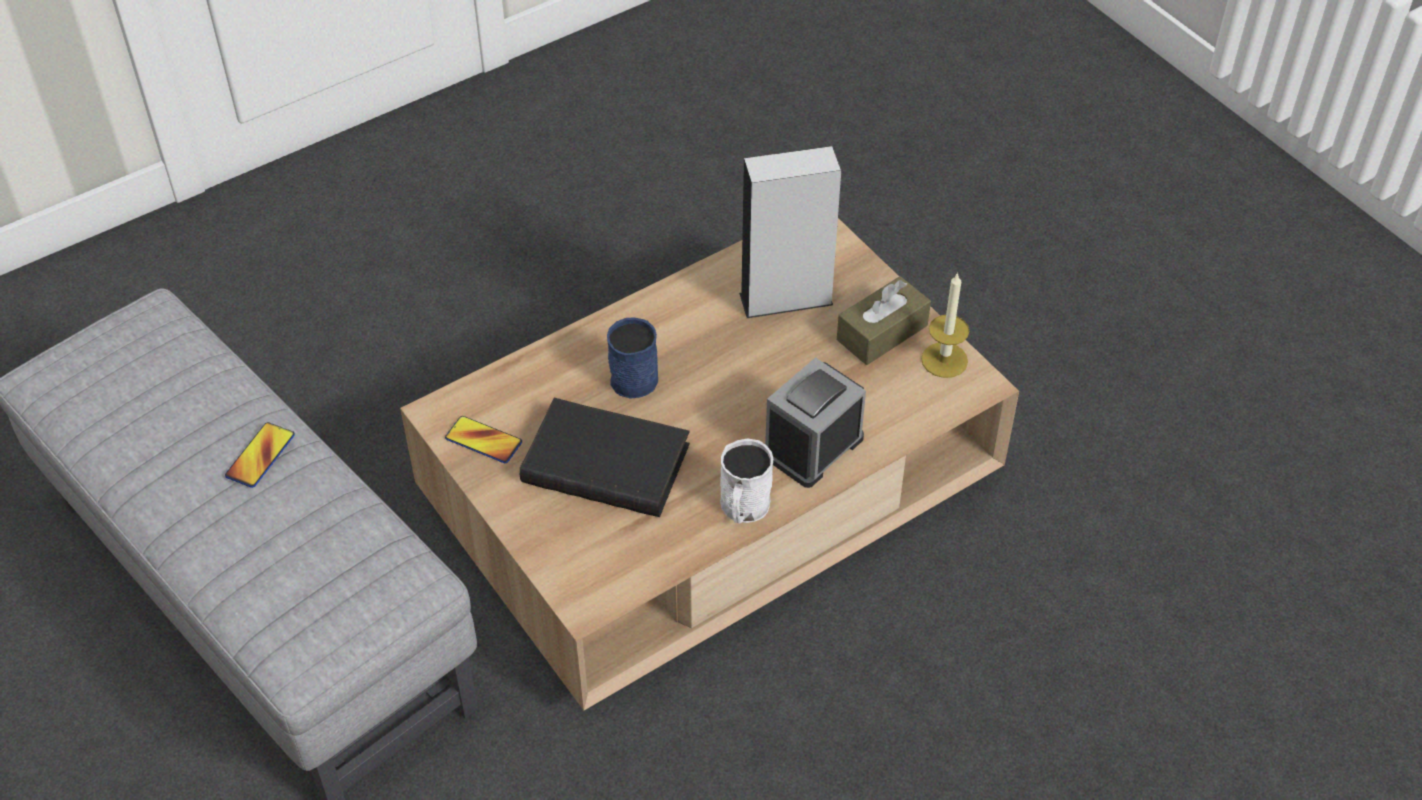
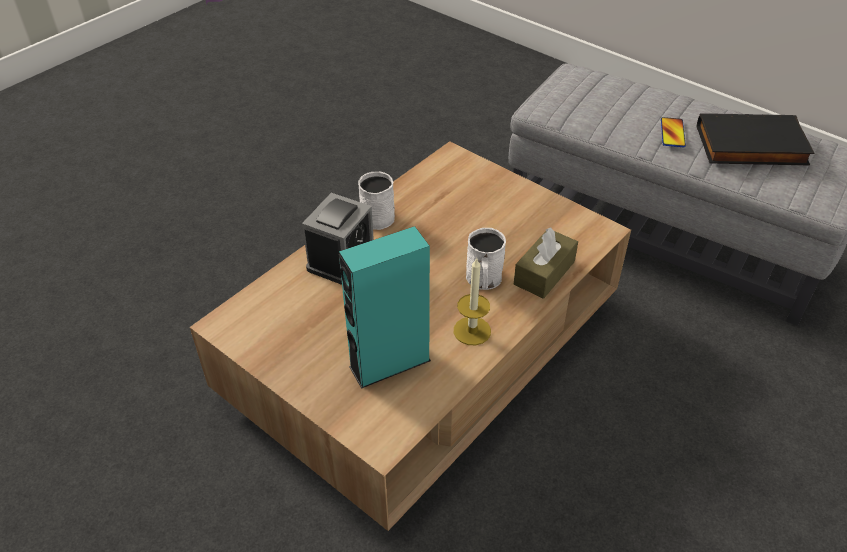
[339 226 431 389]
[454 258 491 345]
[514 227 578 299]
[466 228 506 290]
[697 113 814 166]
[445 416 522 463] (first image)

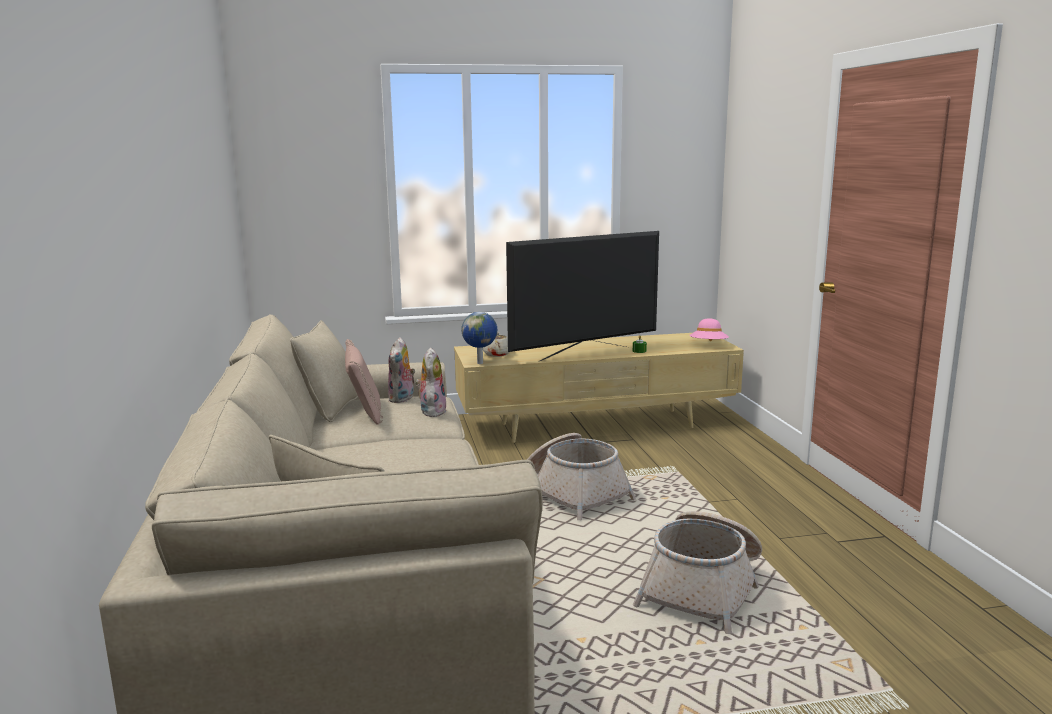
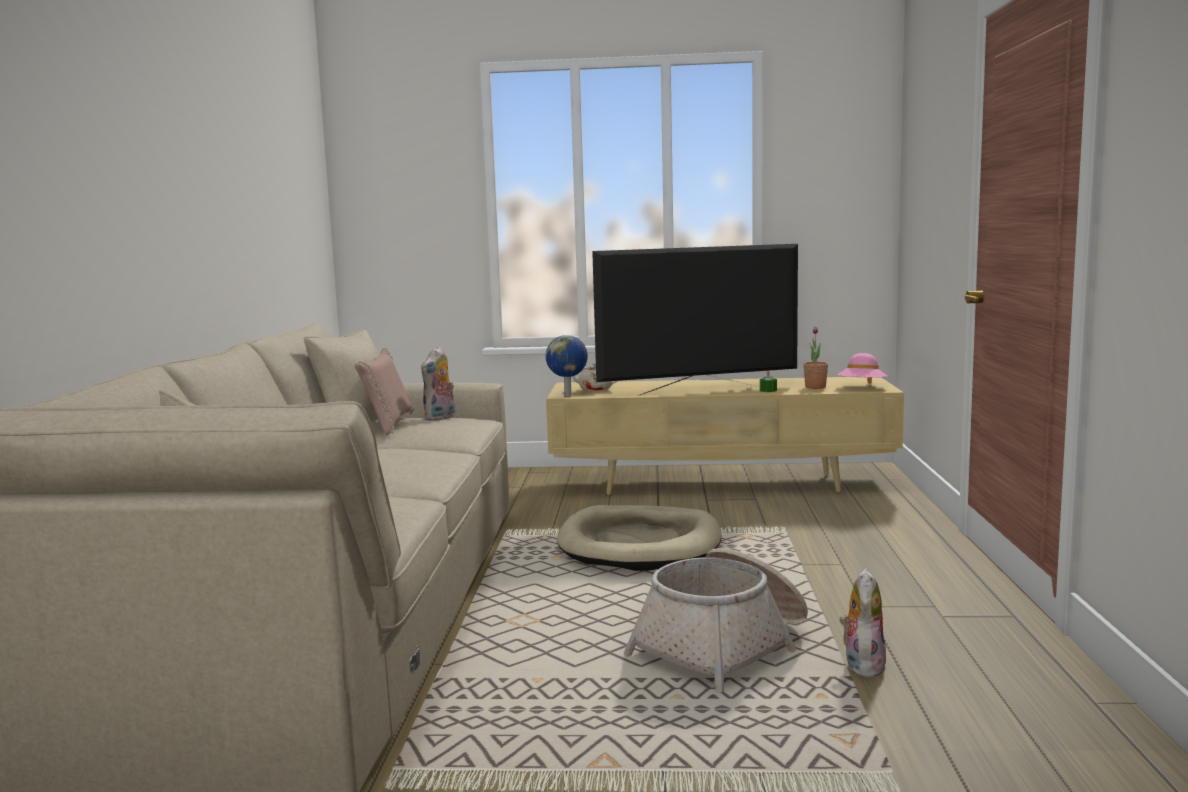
[840 568 886 678]
[557 505 722 571]
[803 327 828 389]

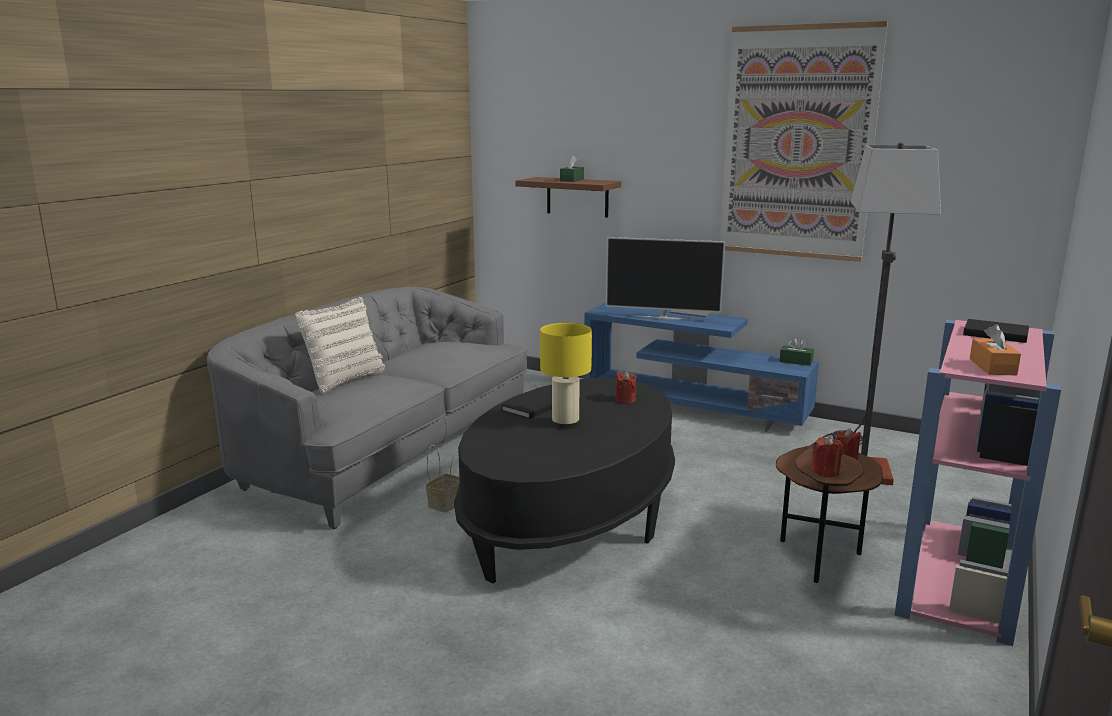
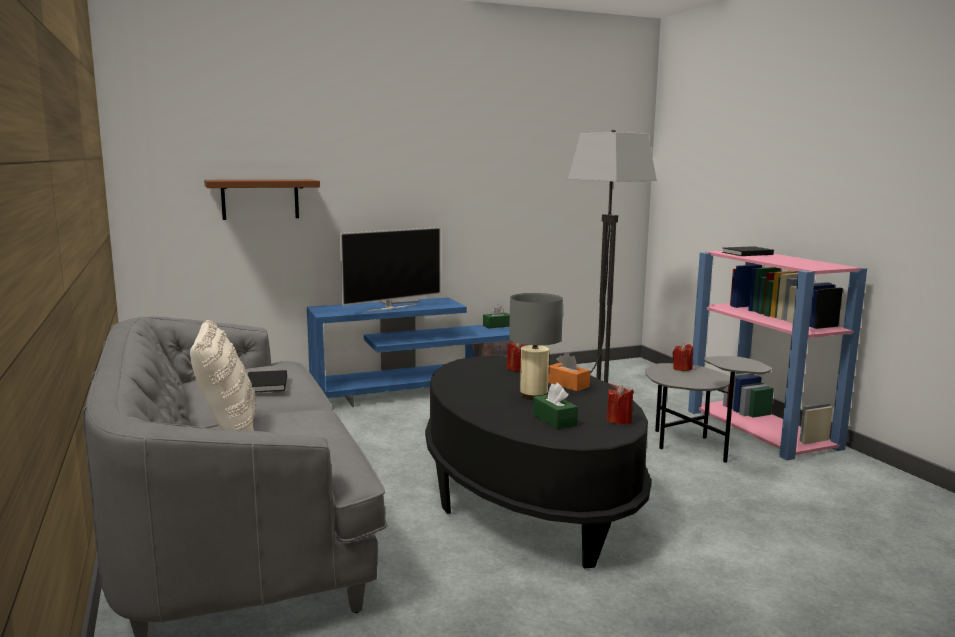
[720 21 888 262] (first image)
[533 383 578 429]
[509 293 563 400]
[548 352 590 391]
[248 370 287 392]
[607 385 634 425]
[426 445 460 513] (first image)
[645 356 772 463]

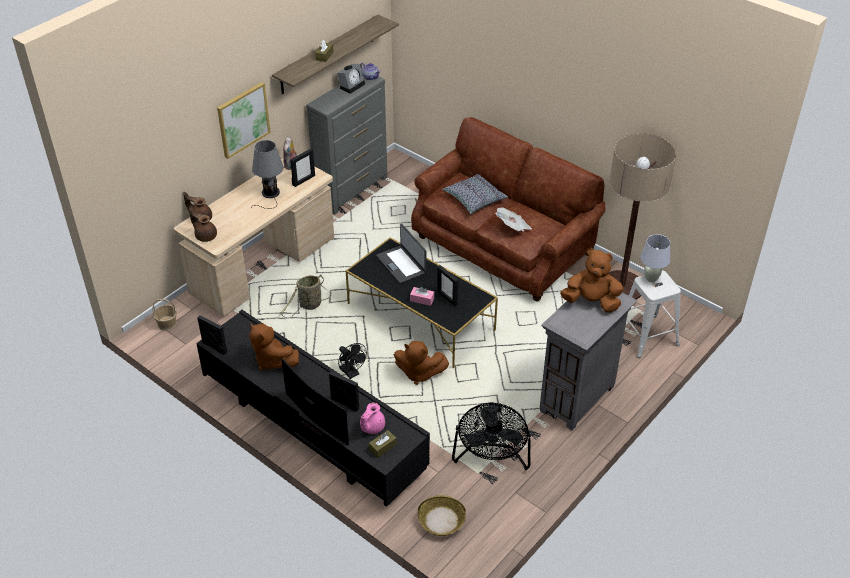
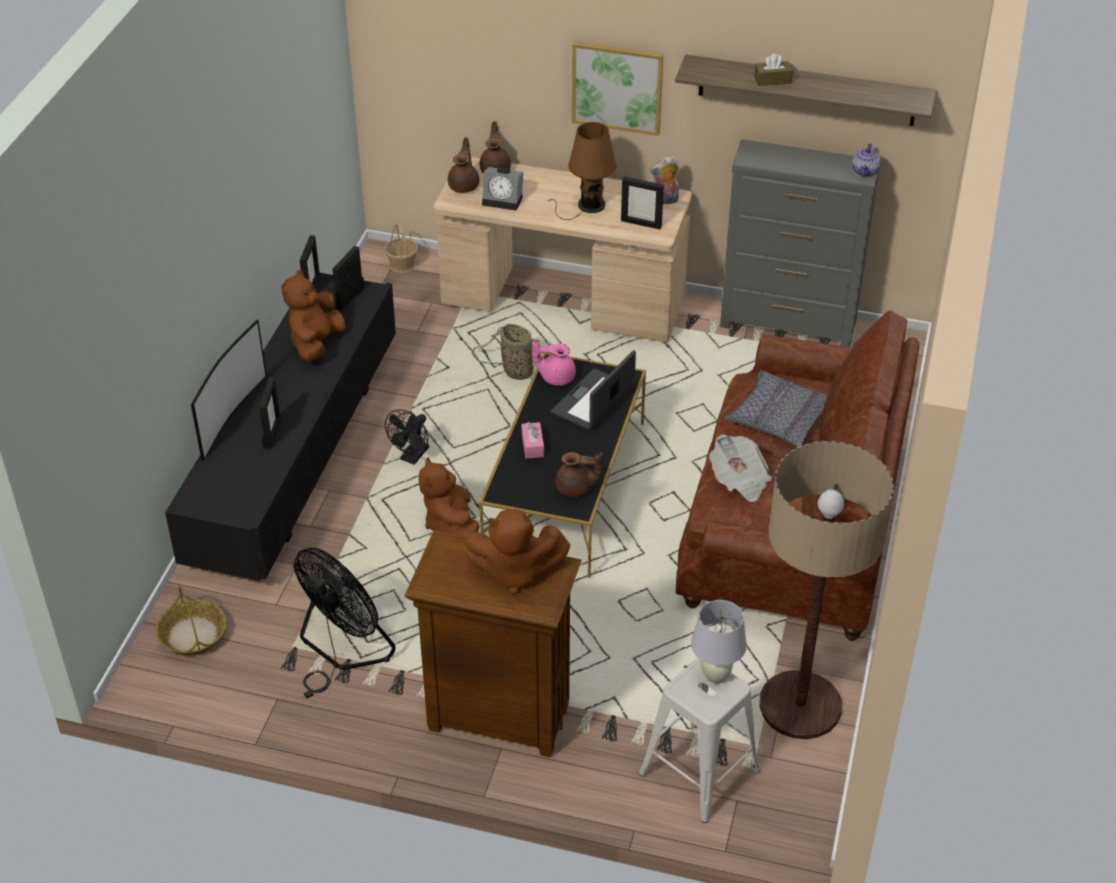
[482 167 523 211]
[548 122 617 220]
[464 509 570 594]
[332 246 365 311]
[404 530 581 758]
[293 548 396 699]
[532 341 576 386]
[369 430 397 458] (first image)
[556 452 602 497]

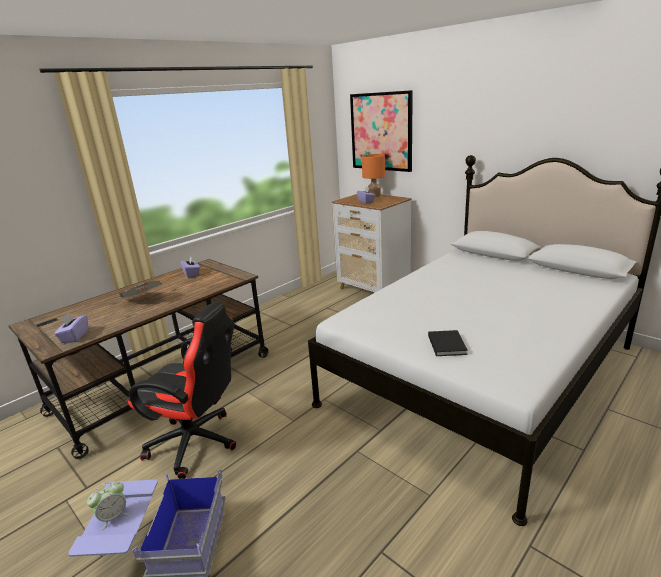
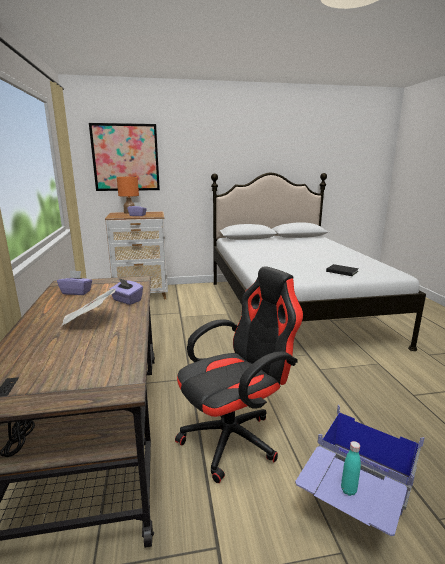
[109 278 143 305]
[341 441 361 496]

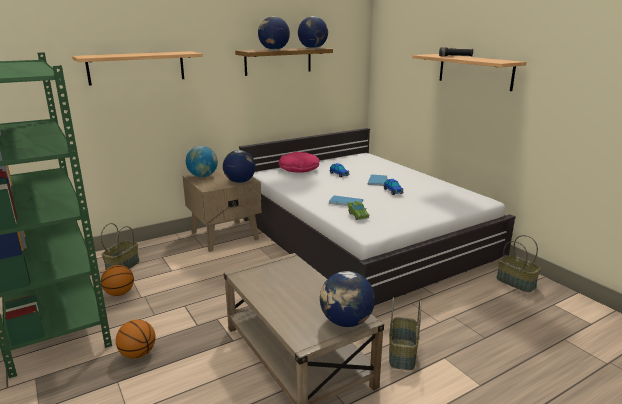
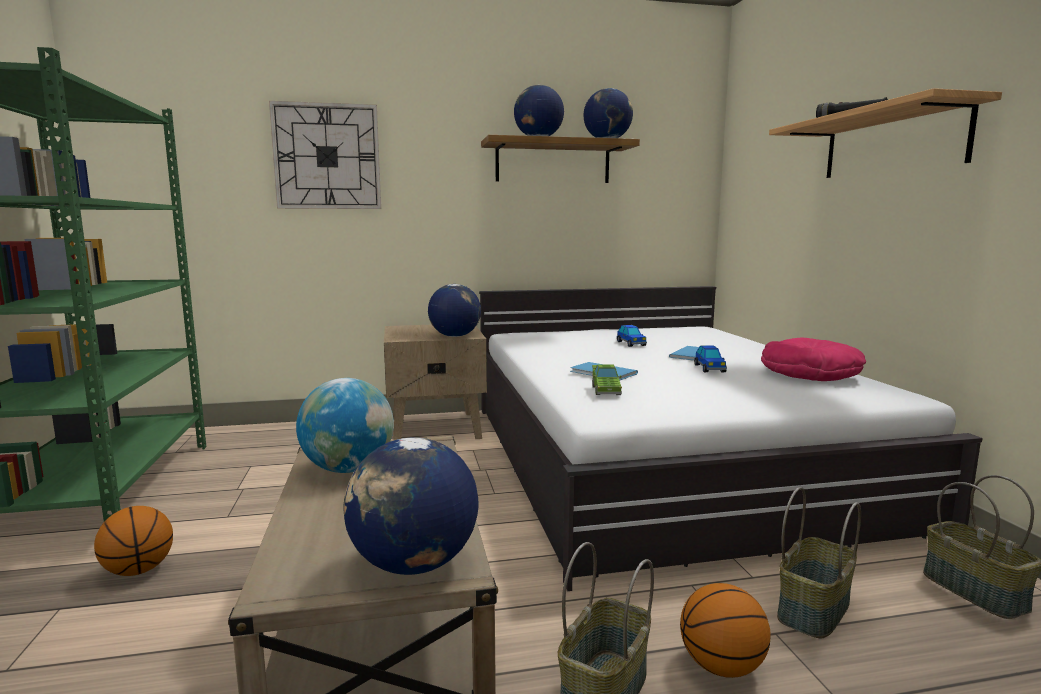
[269 101 381 209]
[296 378 394 473]
[761 338 866 381]
[777 487 861 638]
[680 583 771 678]

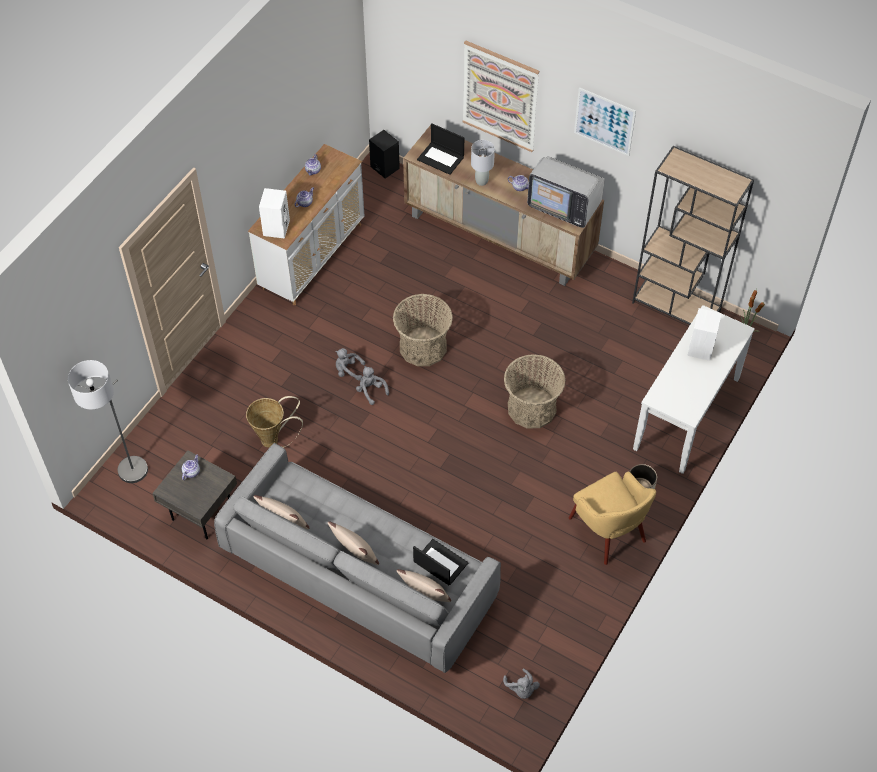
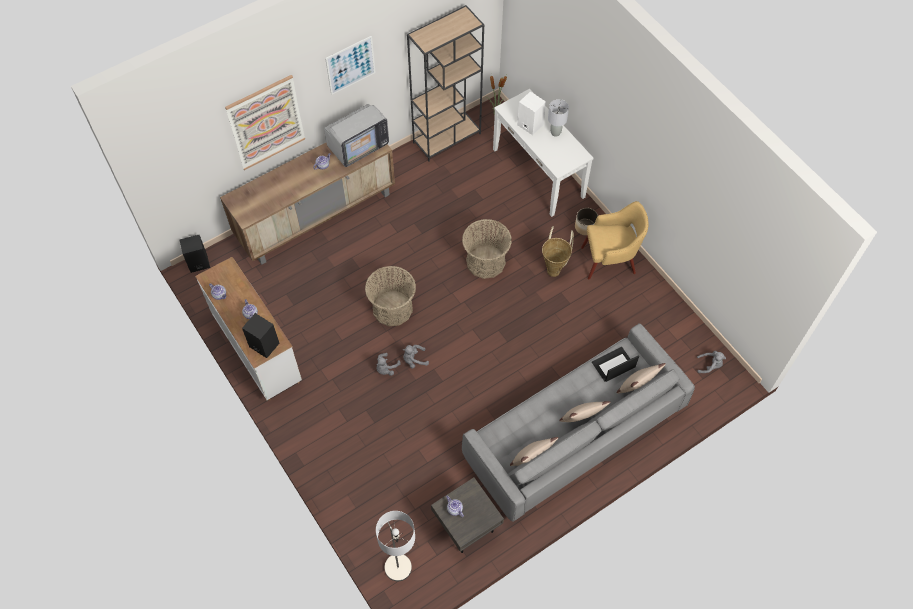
[417 123 464 175] (first image)
[548 99 569 137]
[242 313 279 358]
[542 226 574 277]

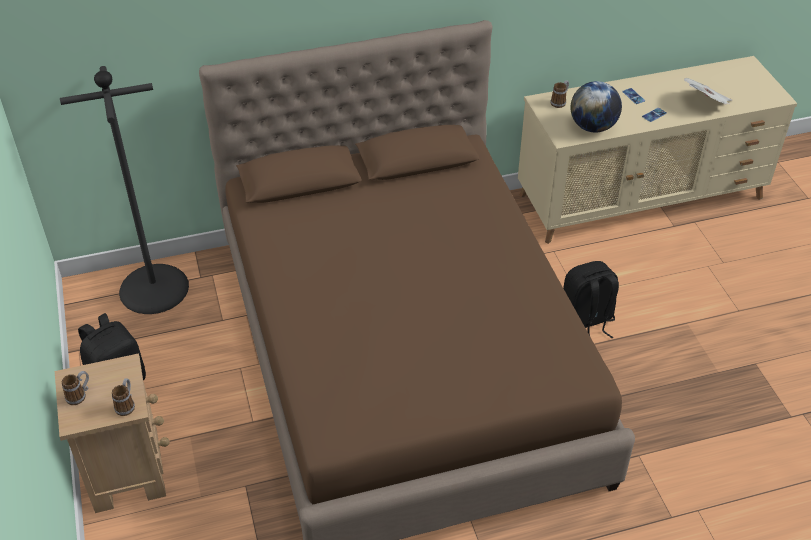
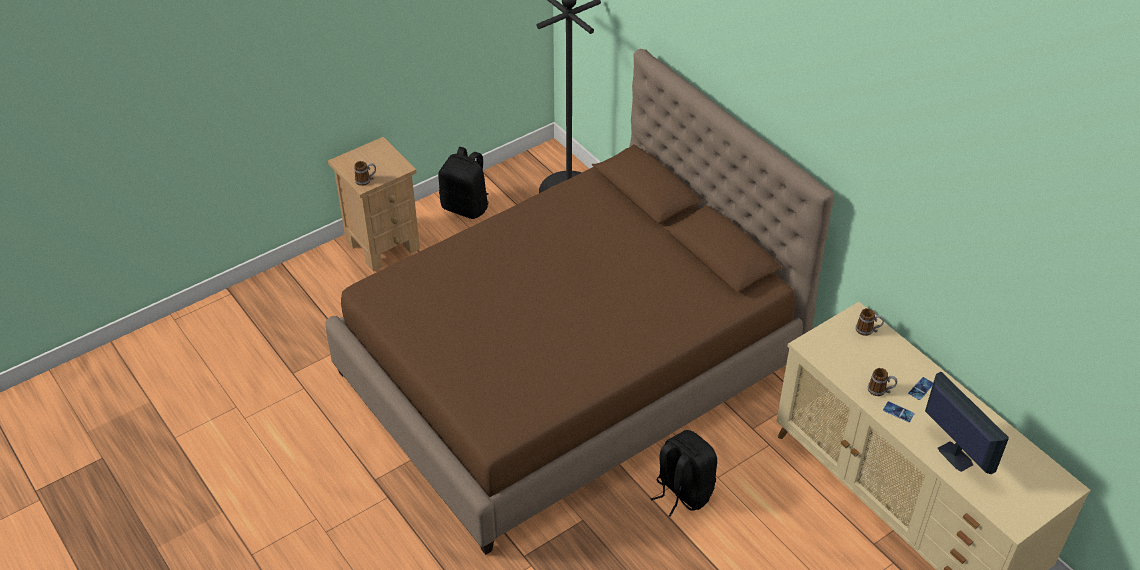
[925 372 1009 474]
[571 81 622 132] (first image)
[868 368 897 396]

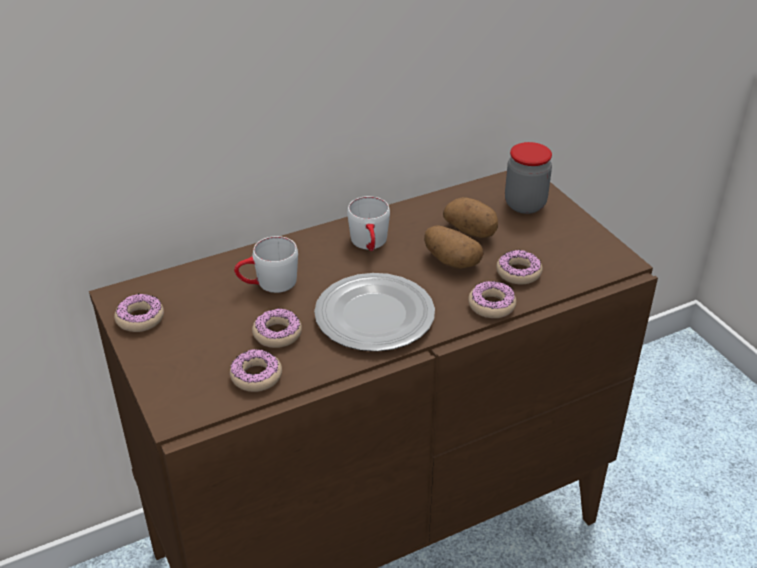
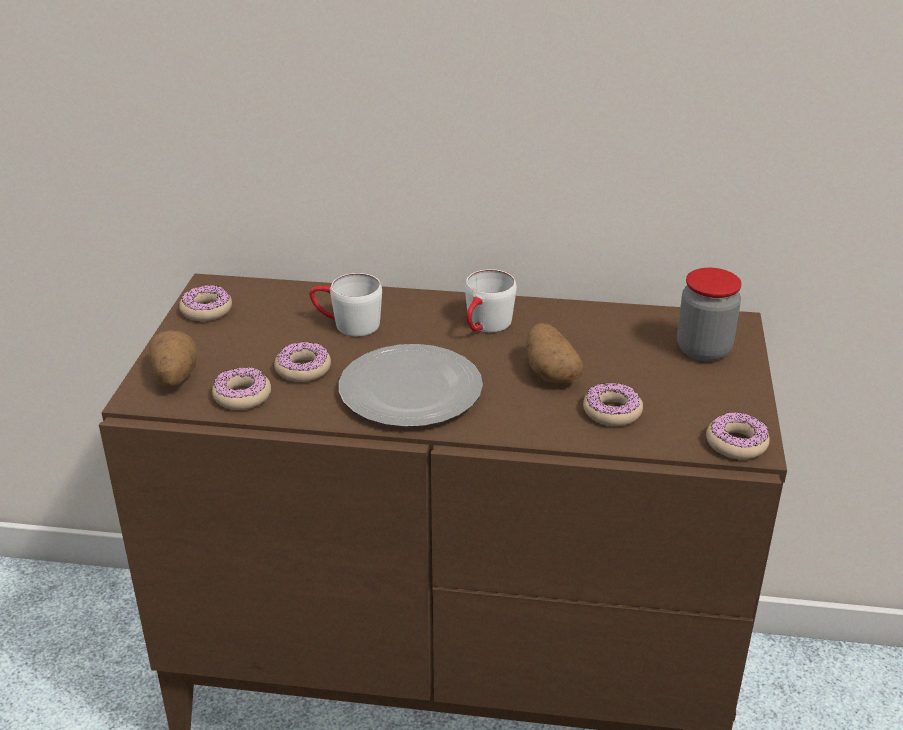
[149 330 197 388]
[706 412 770 459]

